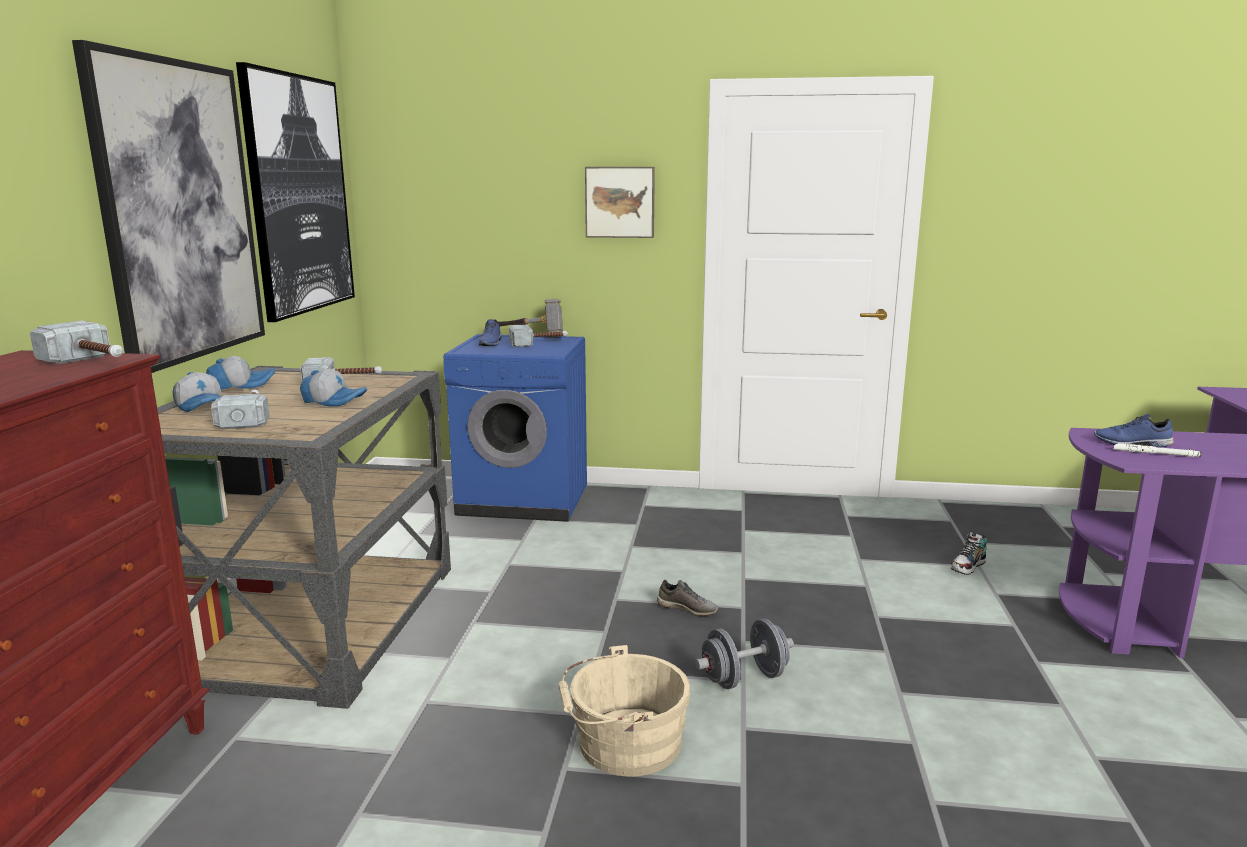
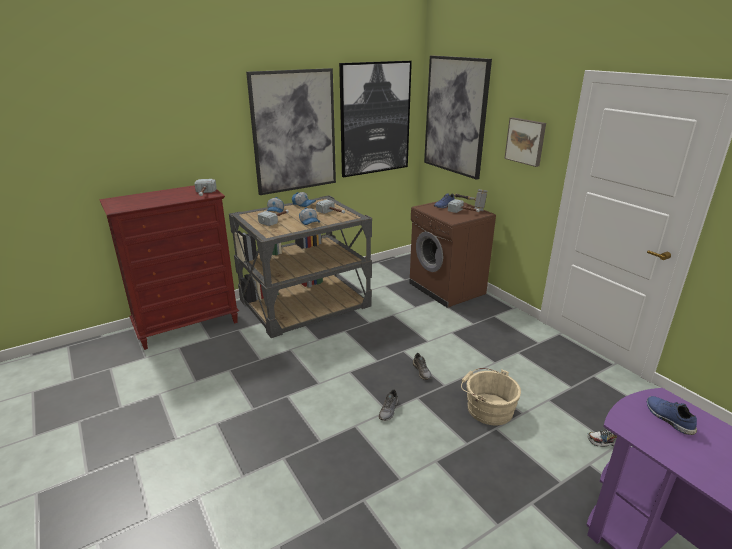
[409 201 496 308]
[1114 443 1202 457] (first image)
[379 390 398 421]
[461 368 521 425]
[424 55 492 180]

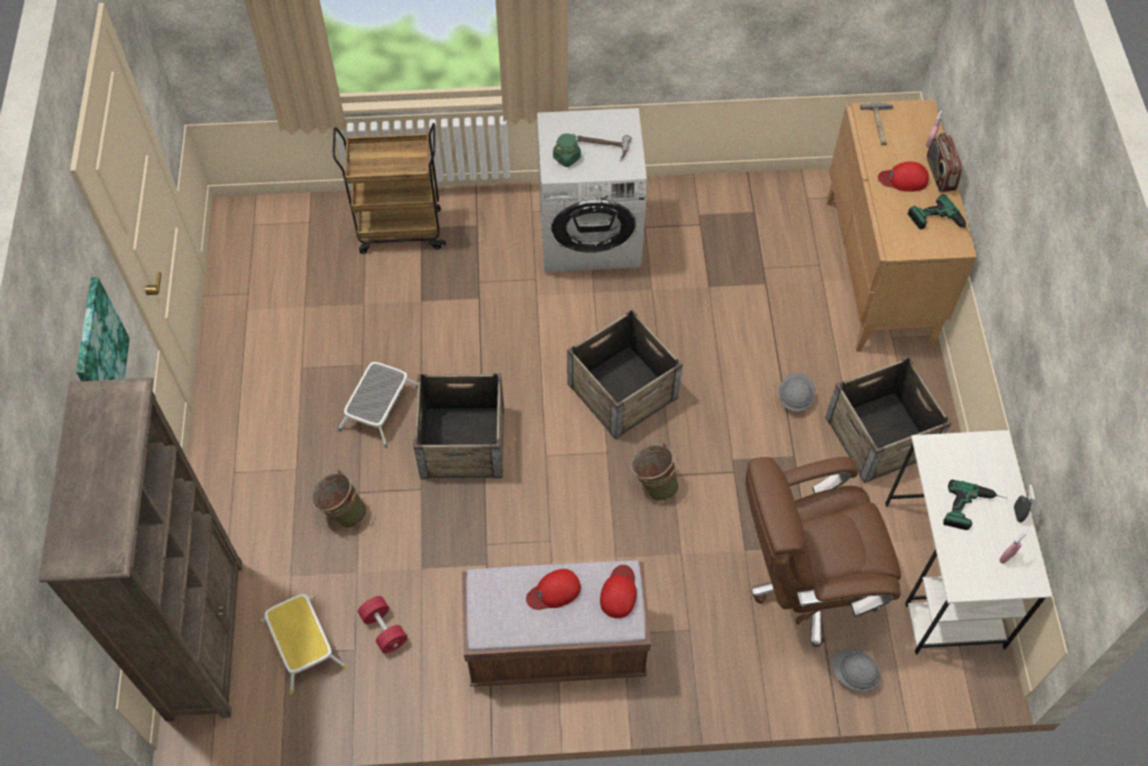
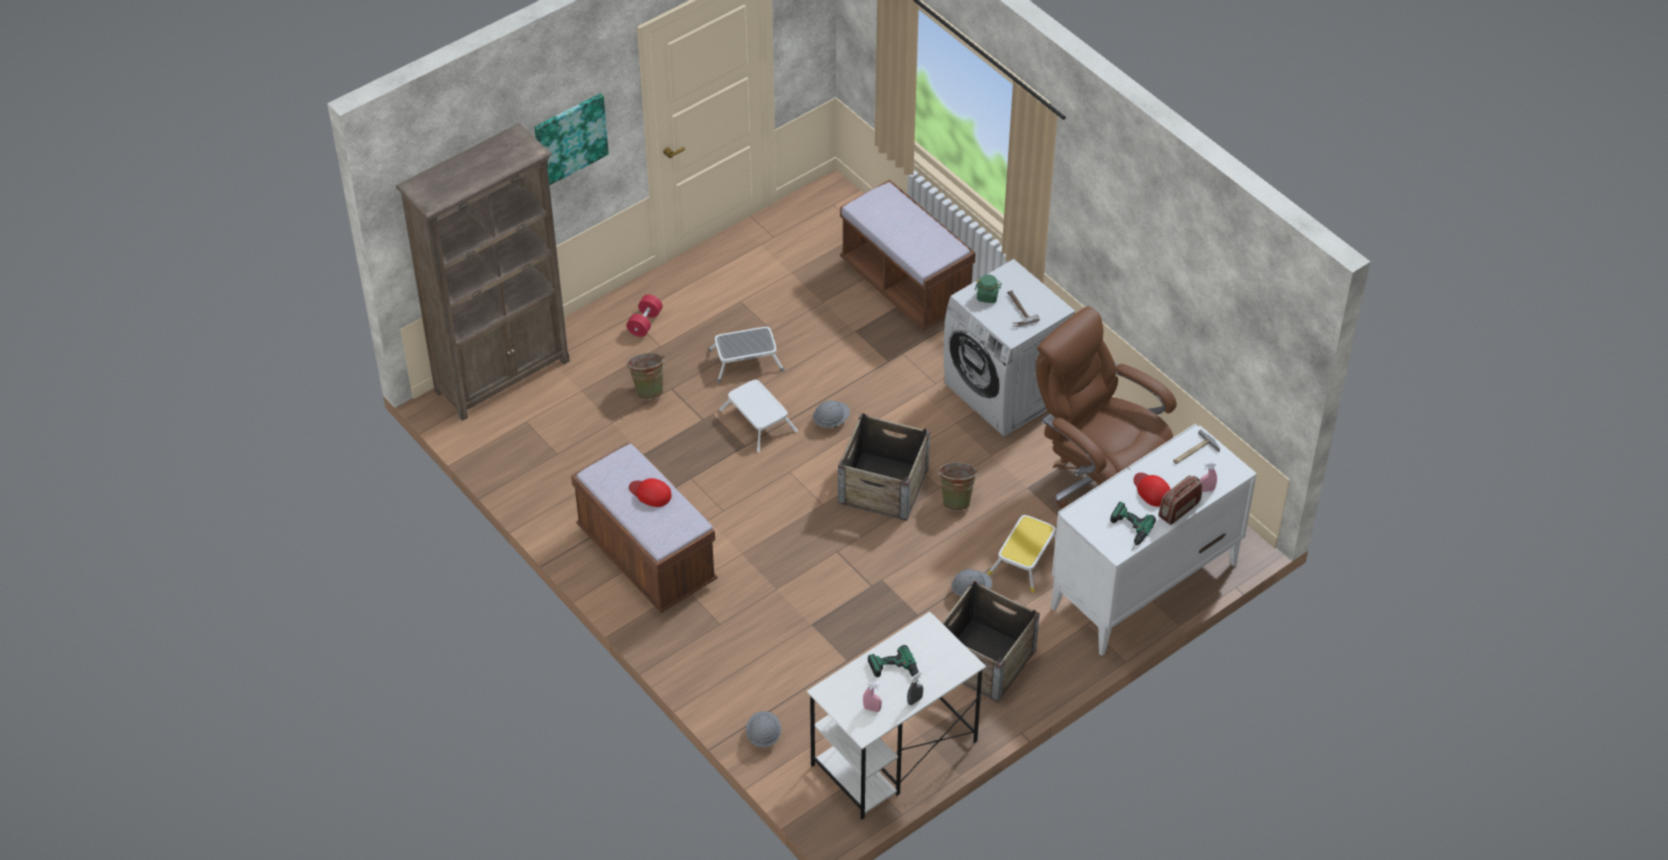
[1051 423 1257 656]
[840 179 976 330]
[719 380 798 452]
[937 462 979 511]
[1036 306 1177 508]
[600 565 637 618] (first image)
[988 515 1056 593]
[626 295 663 337]
[813 400 850 428]

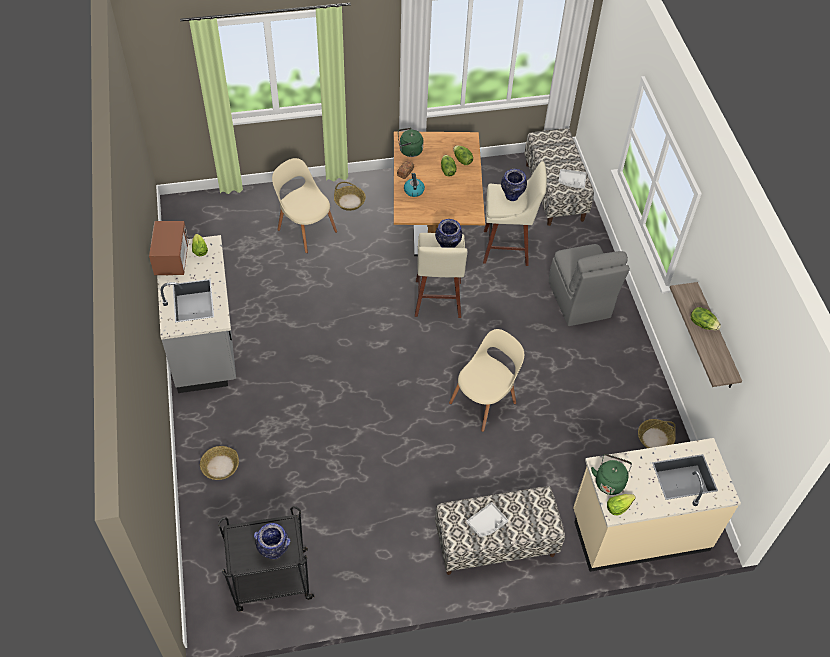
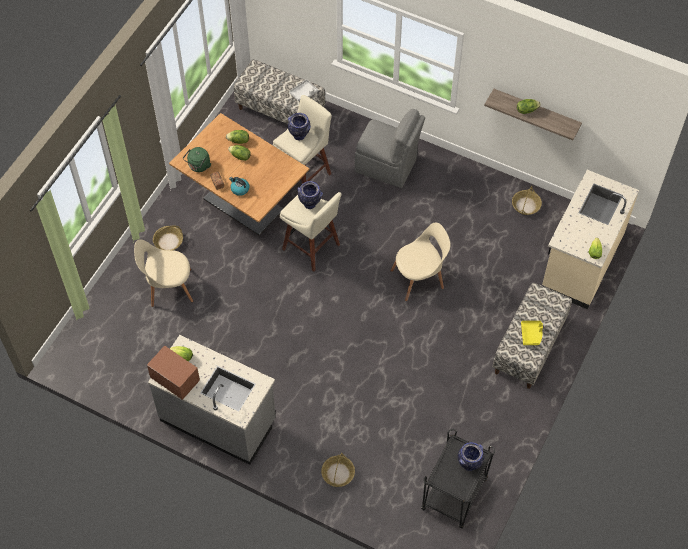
[390 223 450 301]
[591 454 632 495] (first image)
[521 321 543 345]

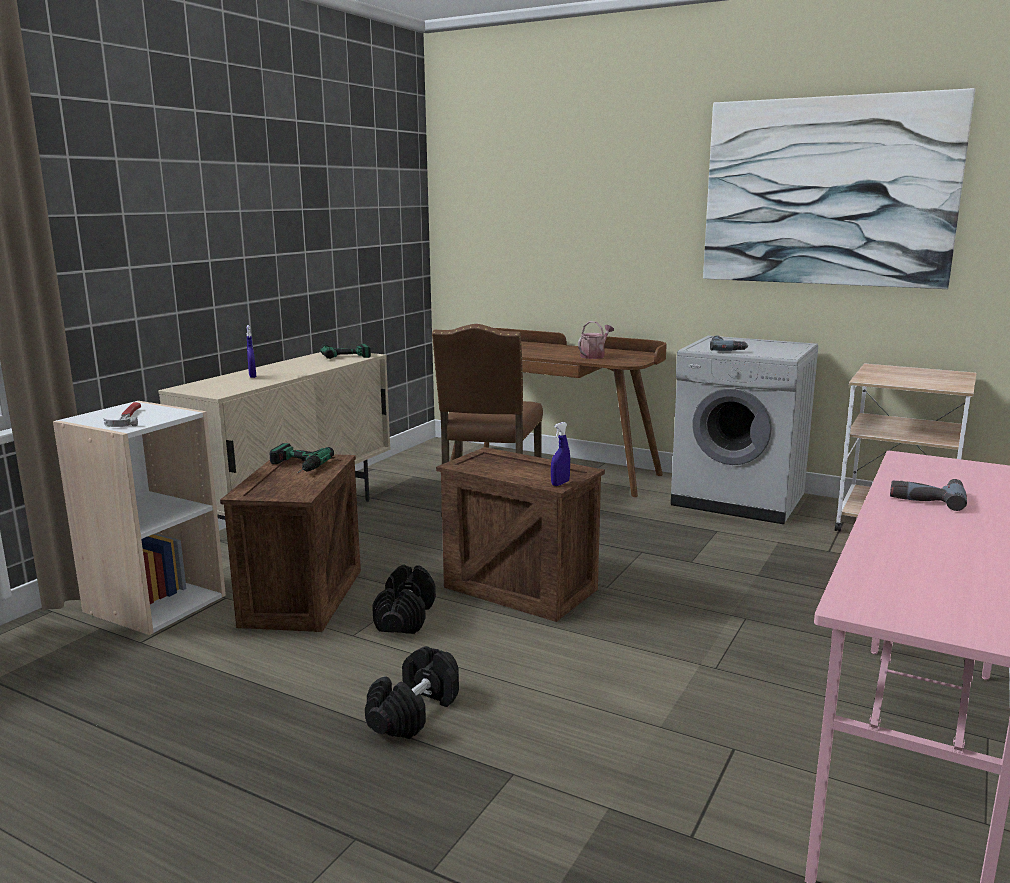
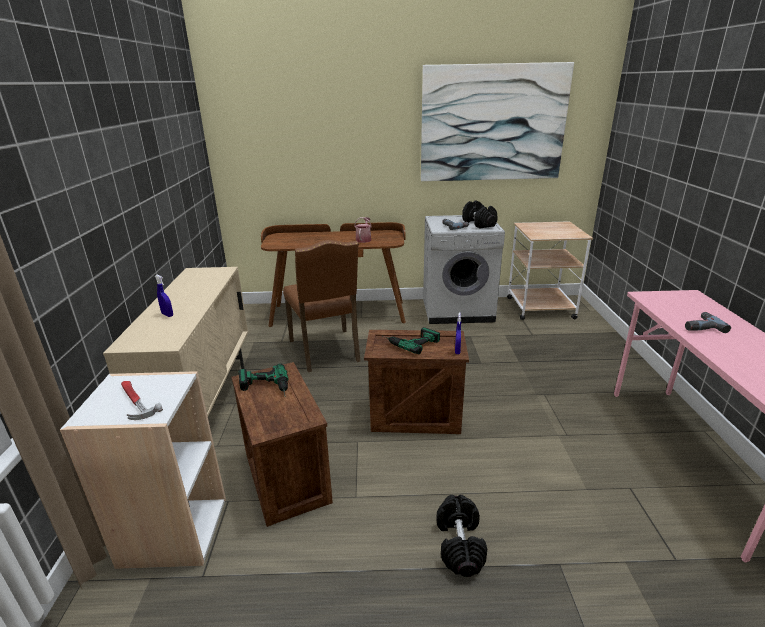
[383 327 440 354]
[462 200 498 228]

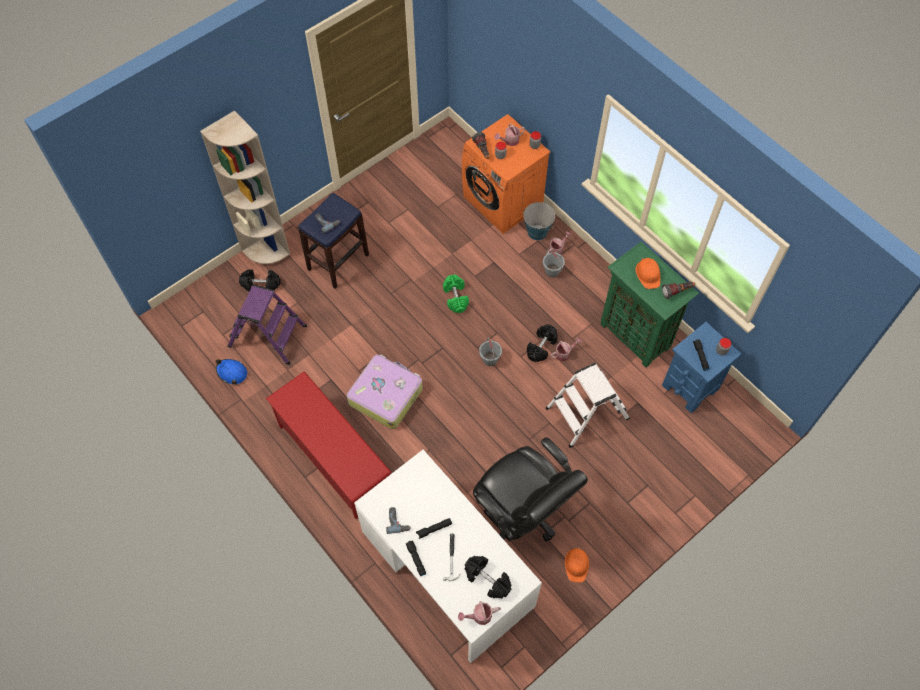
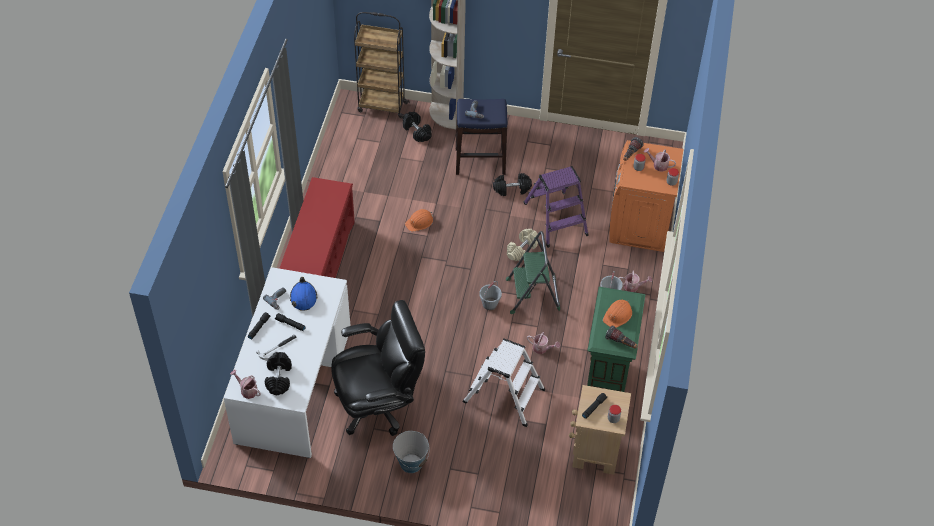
[393 431 430 473]
[507 229 538 261]
[524 166 589 248]
[569 385 631 475]
[493 173 532 196]
[347 355 423 429] (first image)
[290 277 318 311]
[331 300 425 436]
[405 209 433 232]
[354 12 410 119]
[506 231 560 314]

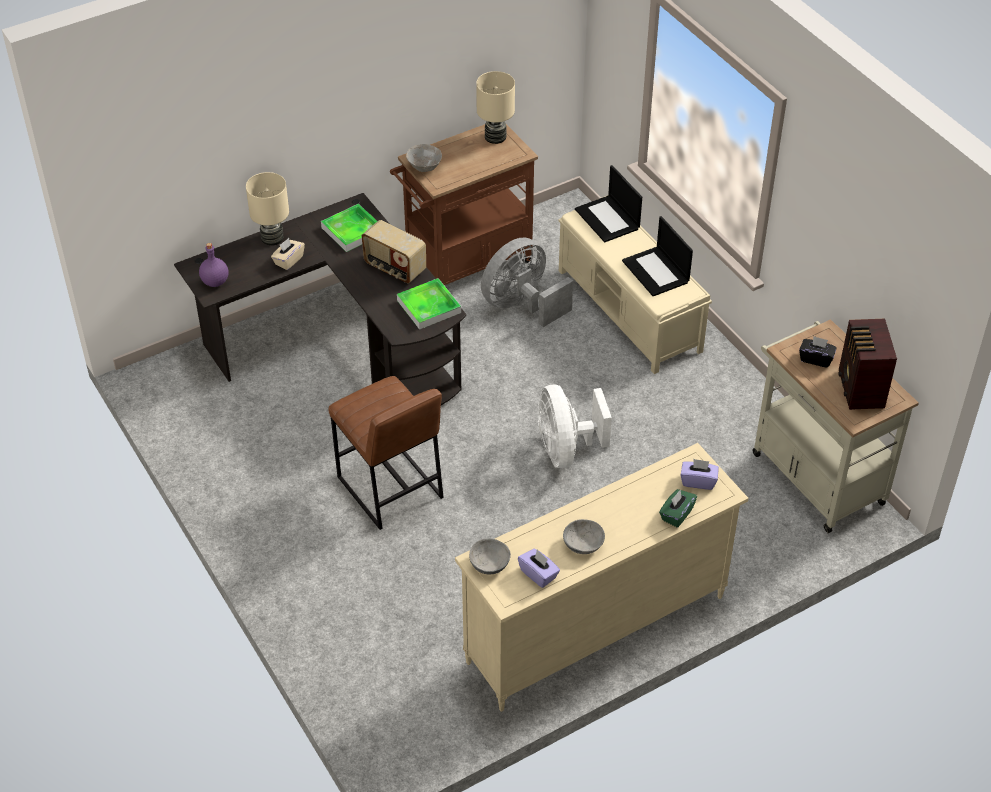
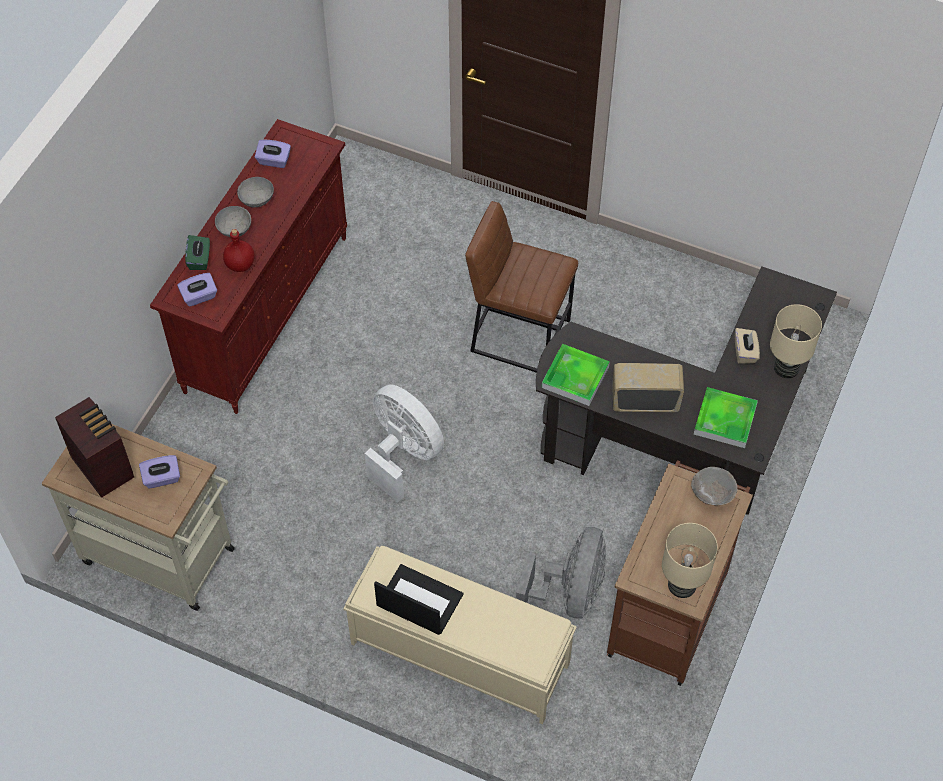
[575 165 642 242] (first image)
[199 243 229 287] (first image)
[139 455 180 488]
[150 119 347 414]
[215 206 251 237]
[223 229 254 272]

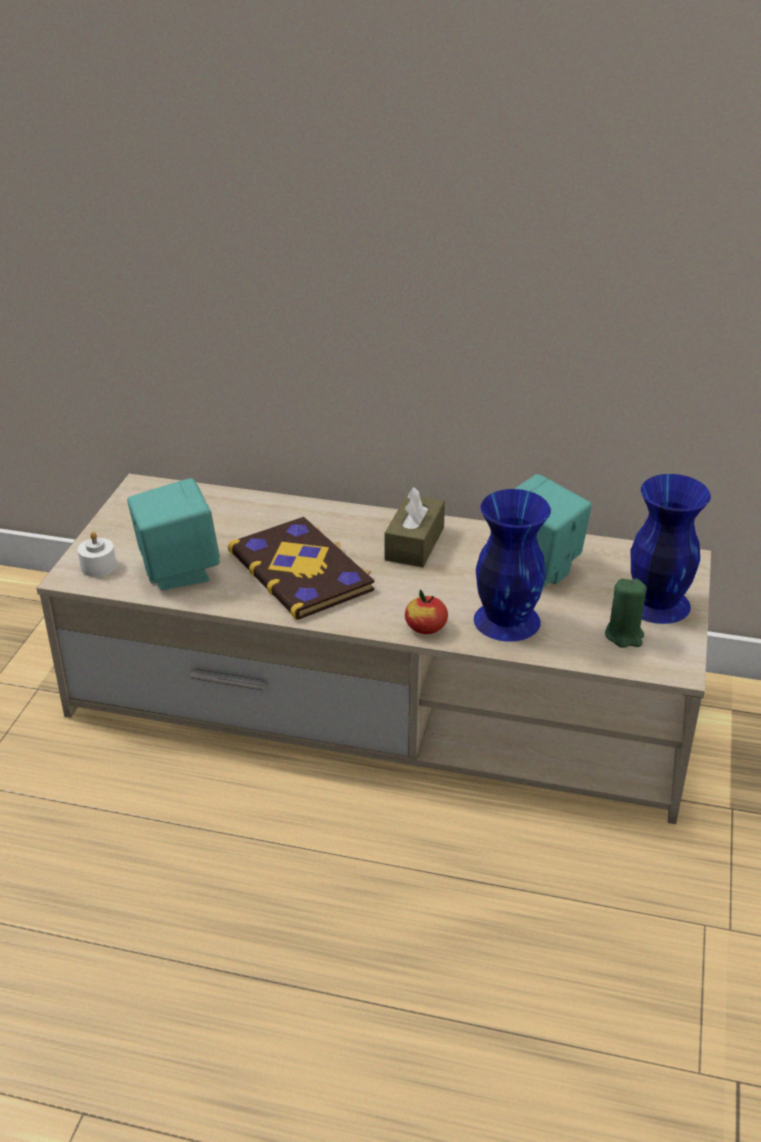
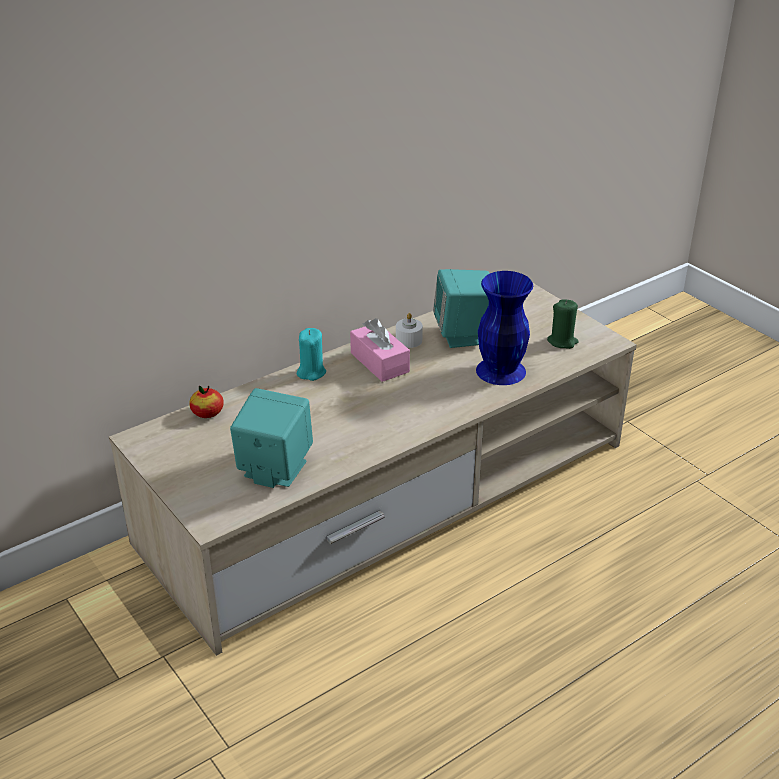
[631 474 711 624] (first image)
[350 318 410 382]
[228 517 374 620] (first image)
[396 313 423 348]
[189 386 224 418]
[297 328 326 381]

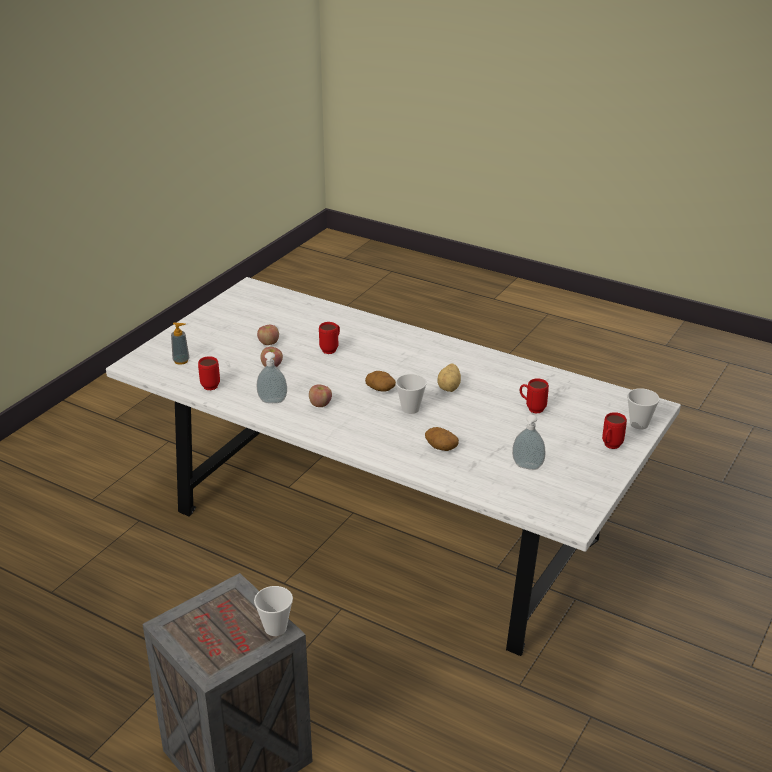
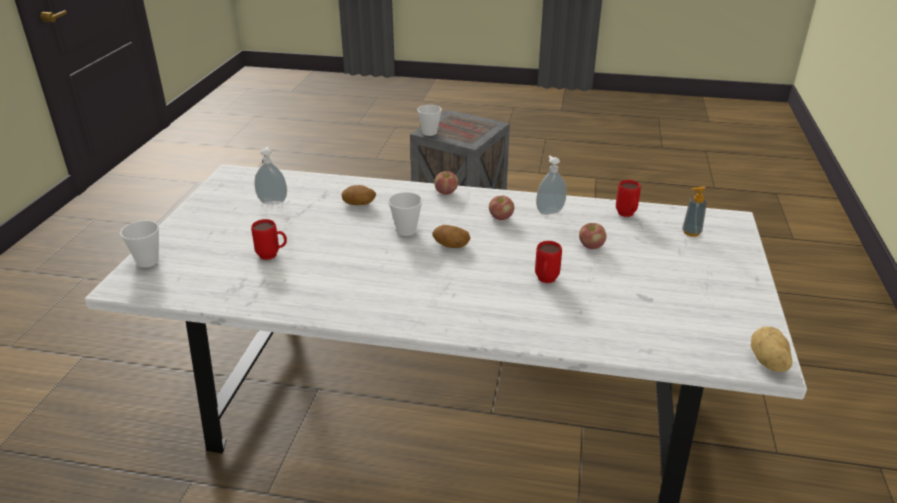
[434 171 458 195]
[751 327 792 372]
[602 412 627 449] (first image)

